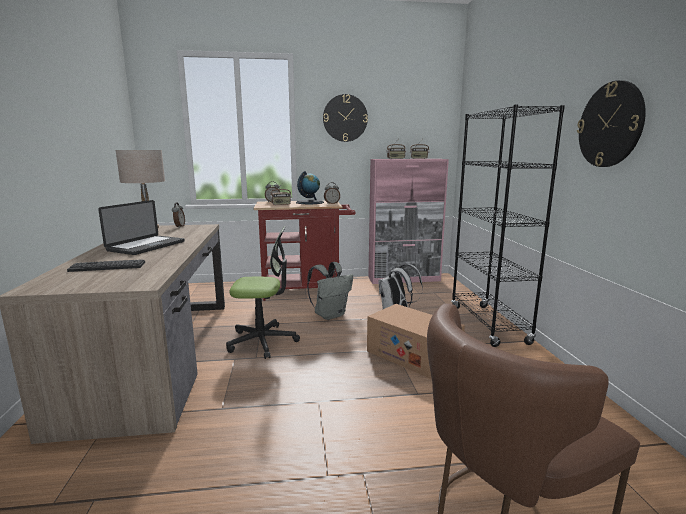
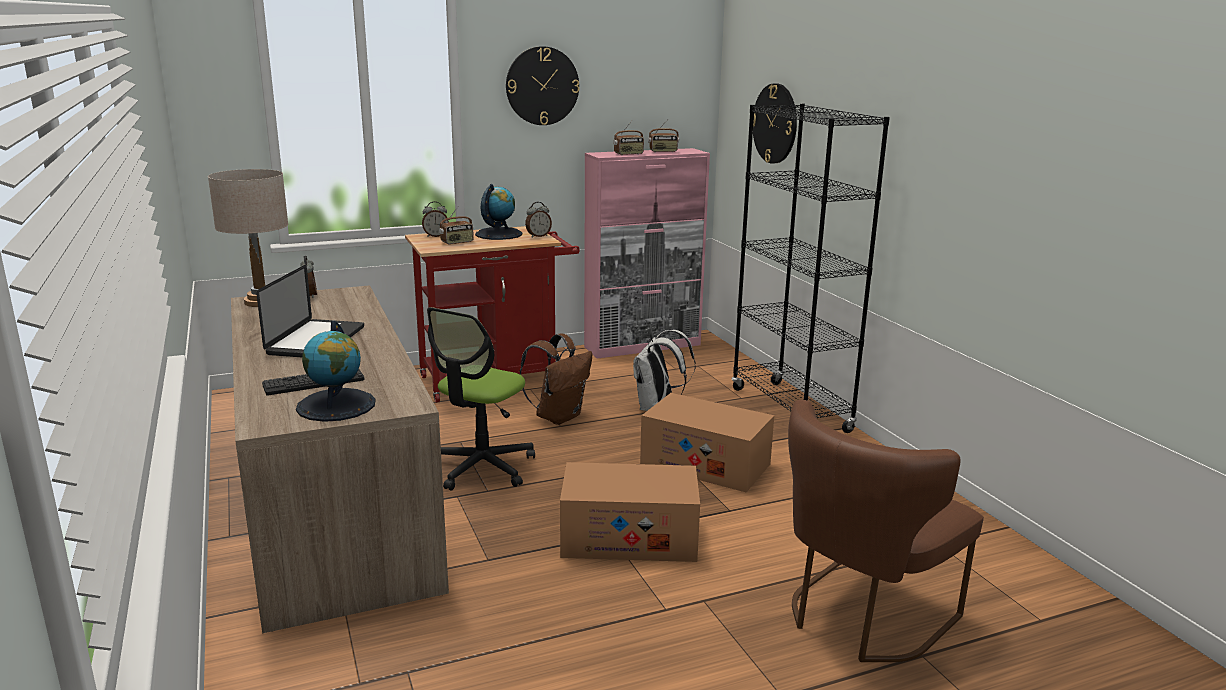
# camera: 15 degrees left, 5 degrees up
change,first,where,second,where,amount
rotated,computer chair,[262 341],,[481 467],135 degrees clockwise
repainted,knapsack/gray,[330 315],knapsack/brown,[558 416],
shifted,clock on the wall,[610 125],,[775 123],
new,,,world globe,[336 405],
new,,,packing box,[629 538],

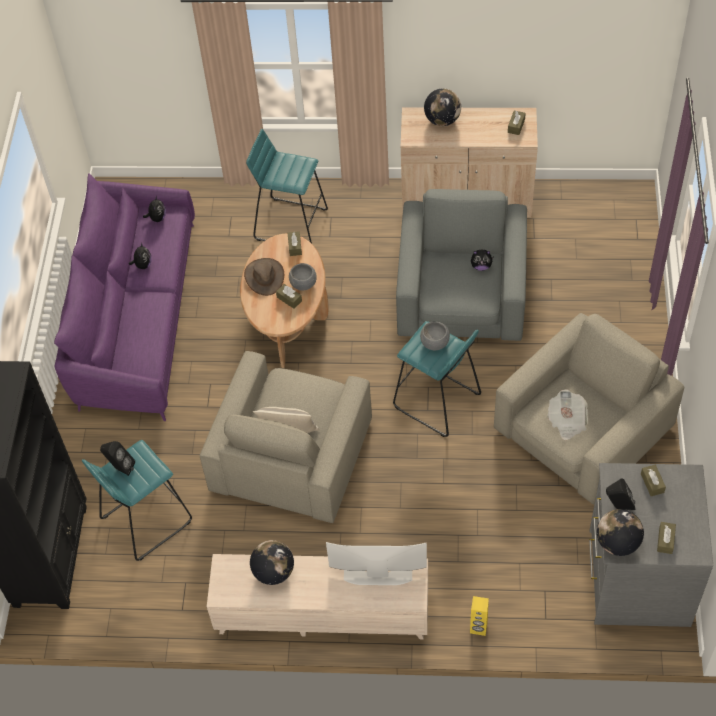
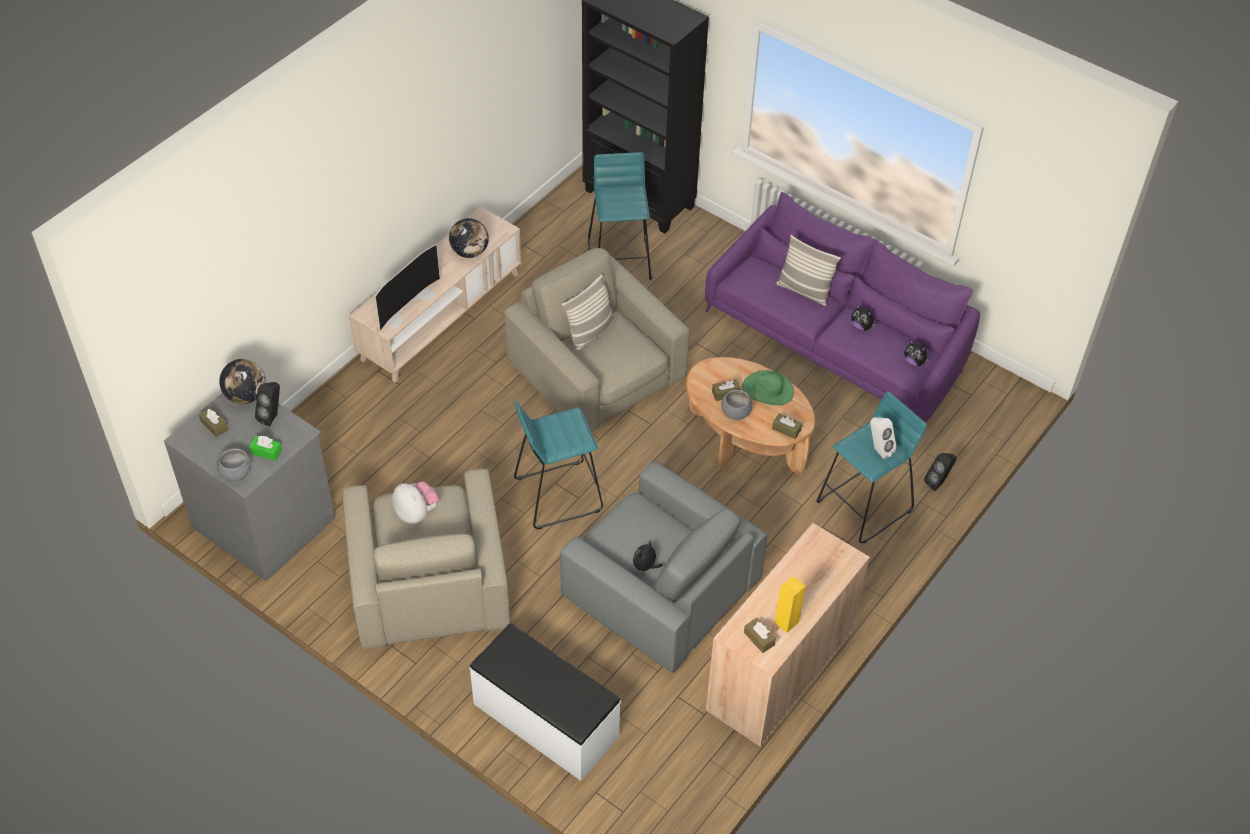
# camera: 120 degrees right, 5 degrees down
change,first,where,second,where,amount
shifted,audio speaker/blackish,[120 468],,[938 482],
repainted,clothing hat/brown,[264 277],clothing hat/greenish,[767 390],
shifted,deep dish/gray,[435 342],,[236 473],
gone,world globe,[442 120],,,
shifted,audio speaker/yellowish,[478 628],,[786 622],
swapped,newspaper,[567 421],cuddly toy,[416 513],
repainted,tissue holder/brown,[652 483],tissue holder/greenish,[266 452],
new,,,indoor bench/white,[545 721],
new,,,pillow,[804 291],
new,,,audio speaker/white,[878 450],

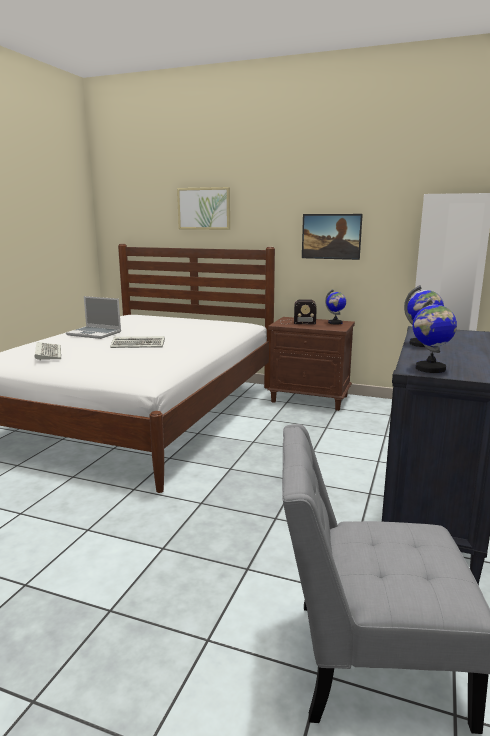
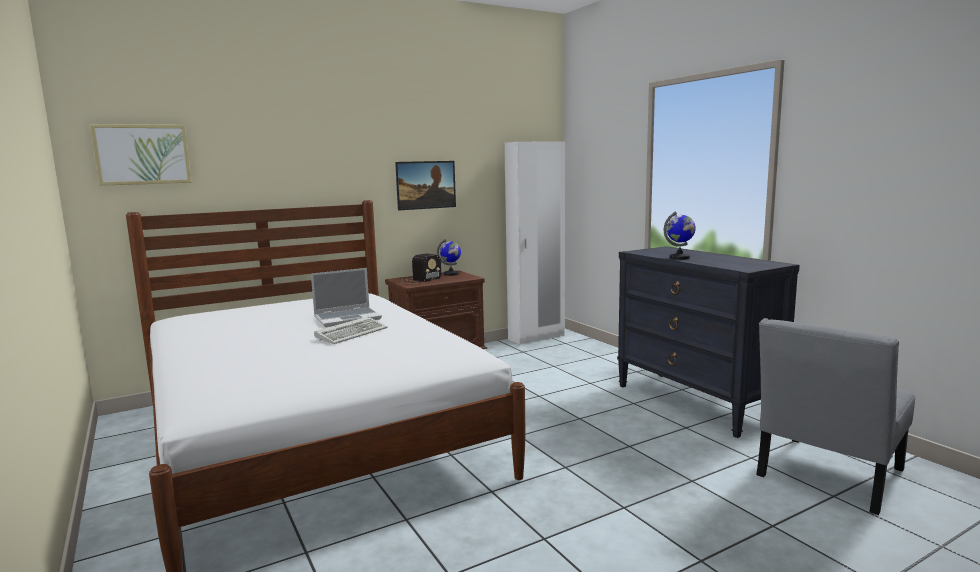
# camera: 50 degrees left, 5 degrees down
change,first,where,second,where,amount
gone,PC keyboard,[47 353],,,
shifted,notebook computer,[95 333],,[348 318],
shifted,wall art,[204 208],,[143 154],
gone,world globe,[430 369],,,

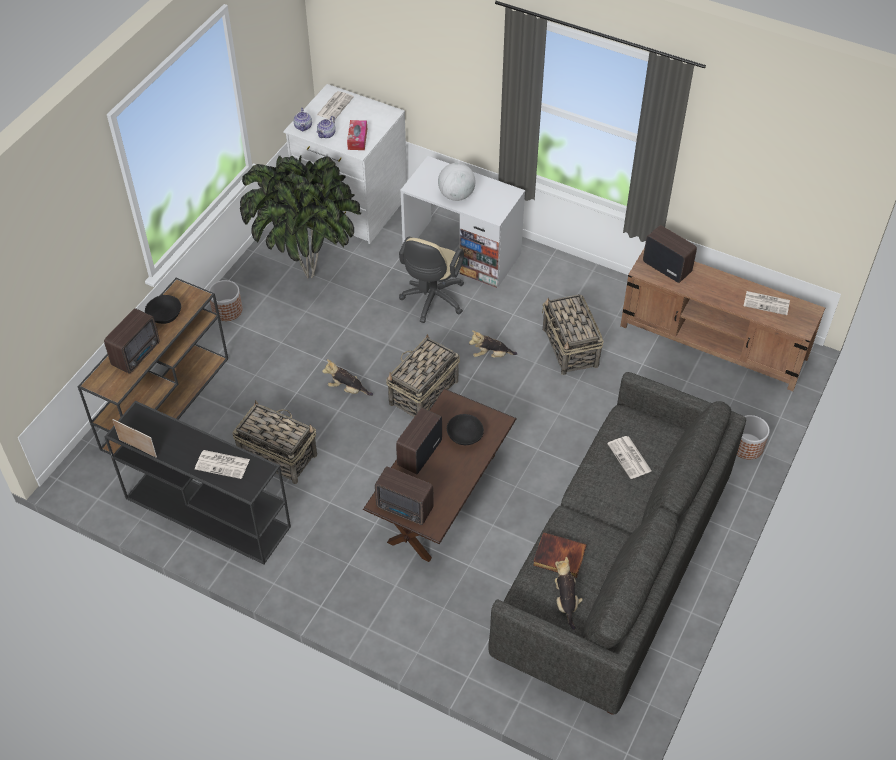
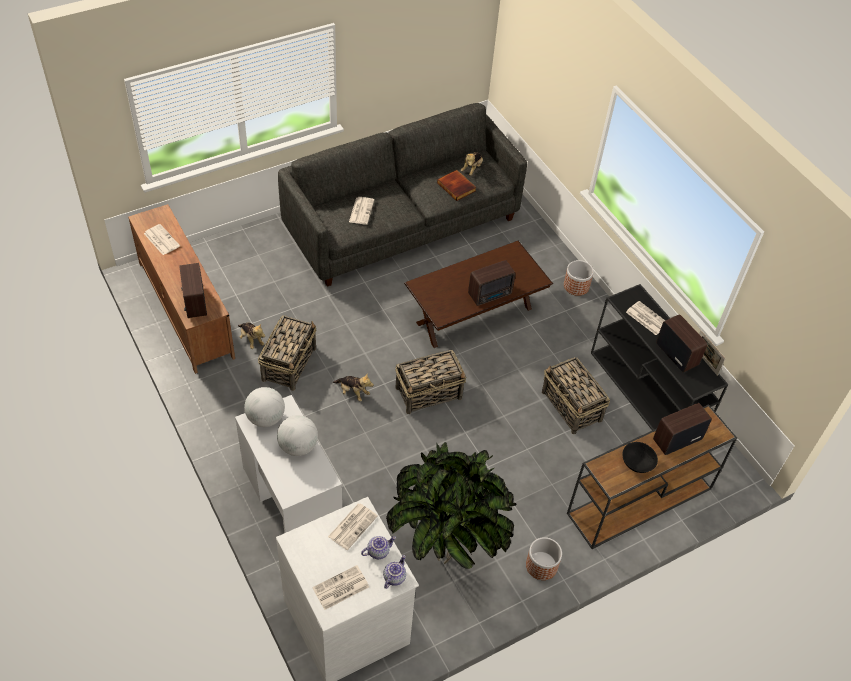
# camera: 150 degrees left, 0 degrees up
change,first,where,second,where,amount
shifted,cuddly toy,[347 389],,[251 339],
swapped,tissue holder,[357 139],newspaper,[353 526],
shifted,radio set,[405 509],,[676 354],
gone,computer chair/sand-coloured,[432 301],,,
gone,deep dish/blackish,[464 436],,,
shifted,planter,[746 446],,[576 286],
new,,,world globe,[266 418],

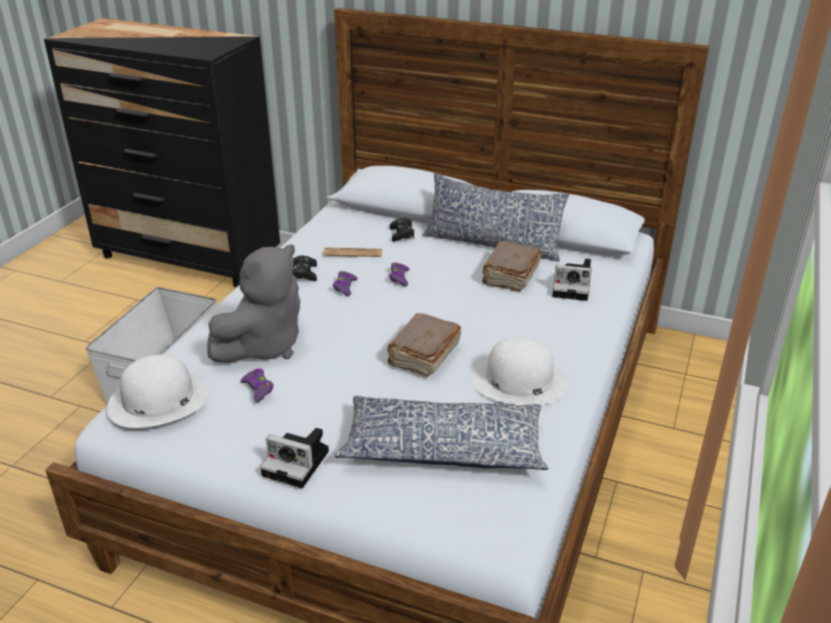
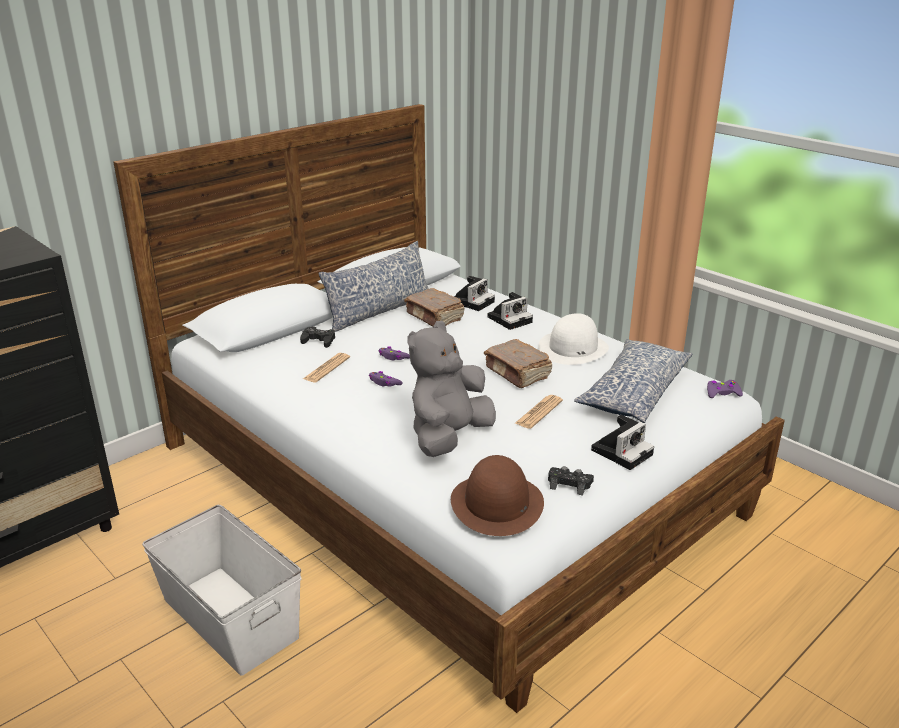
# camera: 65 degrees left, 5 degrees down
change,first,where,second,where,amount
repainted,clothing hat/white,[158 399],clothing hat/brown,[497 503],
rotated,cuddly toy/gray,[263 346],,[449 437],120 degrees counterclockwise
shifted,gamepad/purple,[258 388],,[722 393],
shifted,gamepad/blackish,[304 273],,[569 484],
new,,,still camera,[510 319],
new,,,newspaper,[539 412],

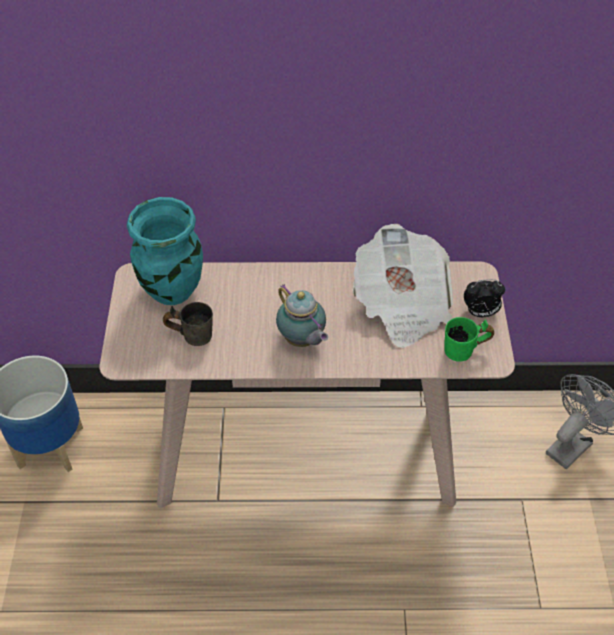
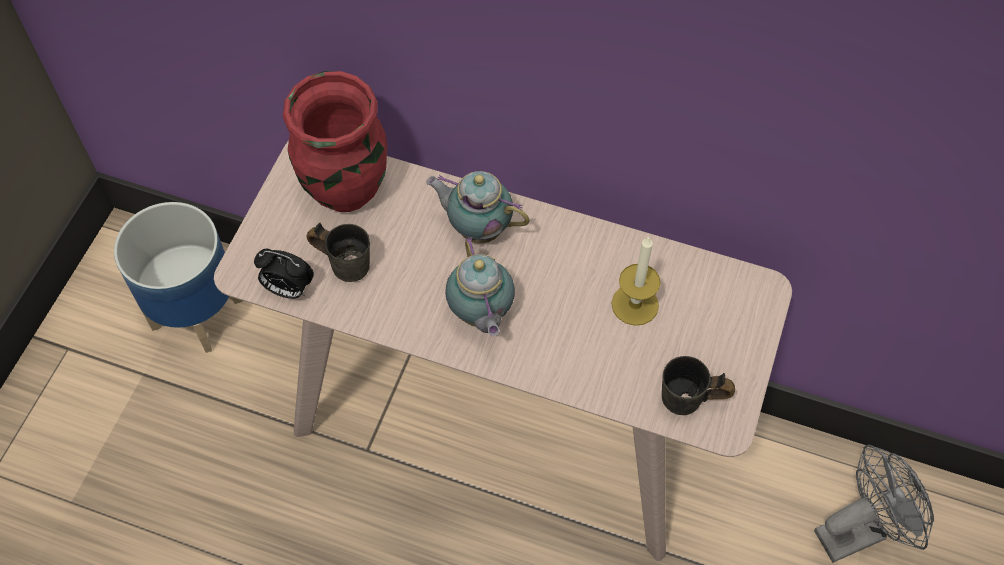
# camera: 20 degrees right, 10 degrees up
change,first,where,second,where,amount
repainted,decorative vase/blue-green,[171 291],decorative vase/red,[344 190],
swapped,newspaper,[401 305],wax candle,[635 304],
repainted,mug/greenish,[465 353],mug/gray,[690 404],
shifted,table clock,[480 313],,[288 289],
new,,,teapot,[477 228],

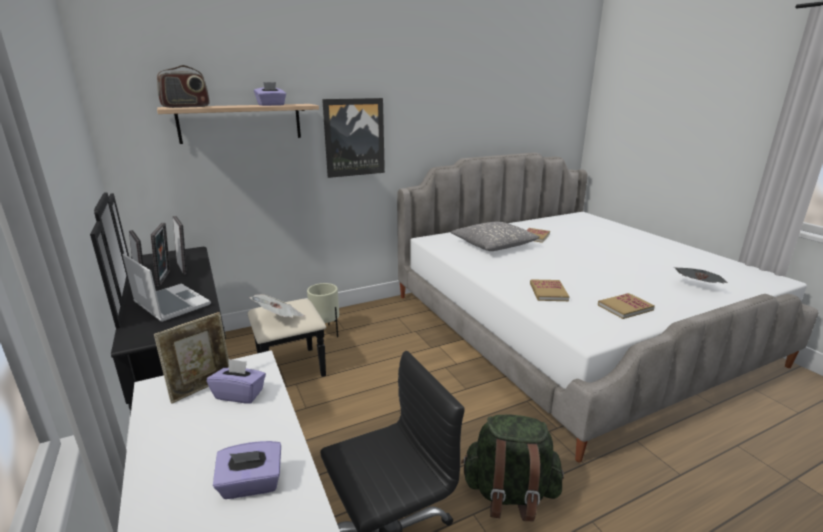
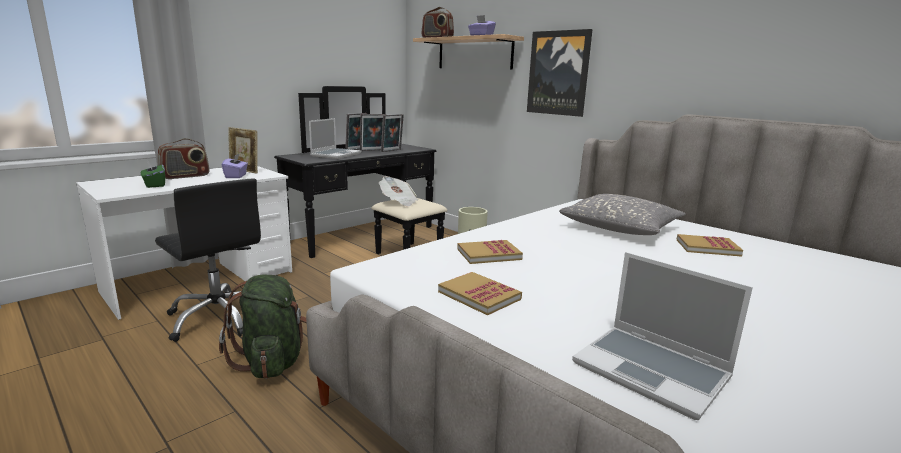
# camera: 70 degrees right, 5 degrees down
change,first,where,second,where,amount
repainted,tissue holder/purple,[251 485],tissue holder/greenish,[154 185],
swapped,newspaper,[697 287],notebook computer,[653 371],
new,,,radio set,[185 176],

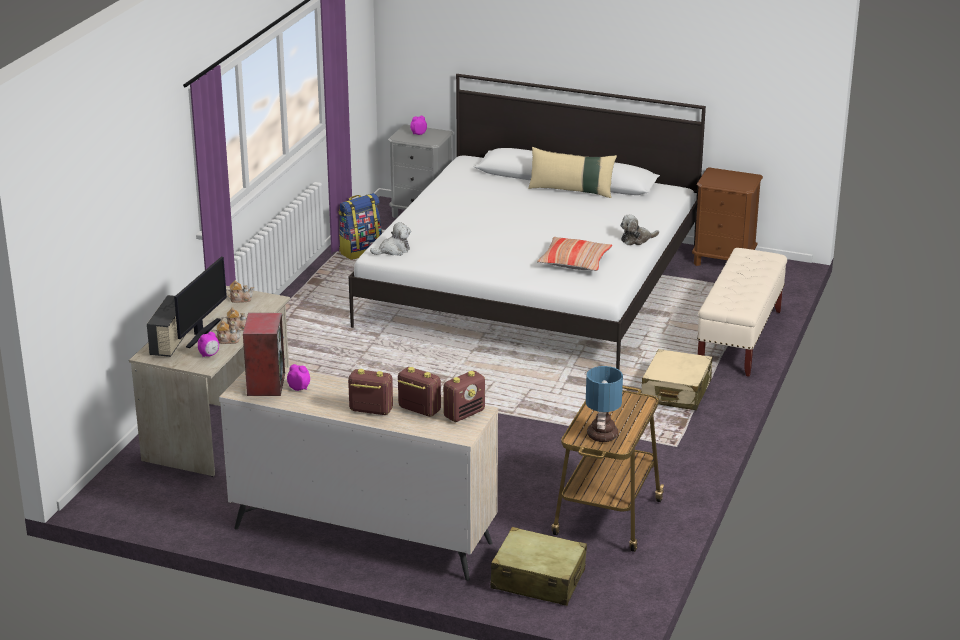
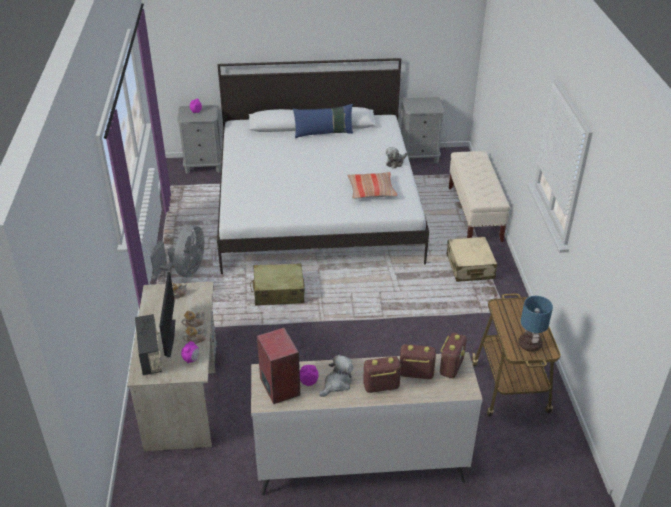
# camera: 25 degrees left, 10 degrees up
change,first,where,second,where,amount
gone,knapsack,[360 251],,,
shifted,cuddly toy,[393 250],,[337 383],
shifted,suitcase/sand-coloured,[538 579],,[278 292],
repainted,pillow/sand-coloured,[571 190],pillow/blue-coloured,[323 133],
repainted,nightstand/brown,[724 261],nightstand/gray,[419 157],
new,,,electric fan/gray,[185 271],

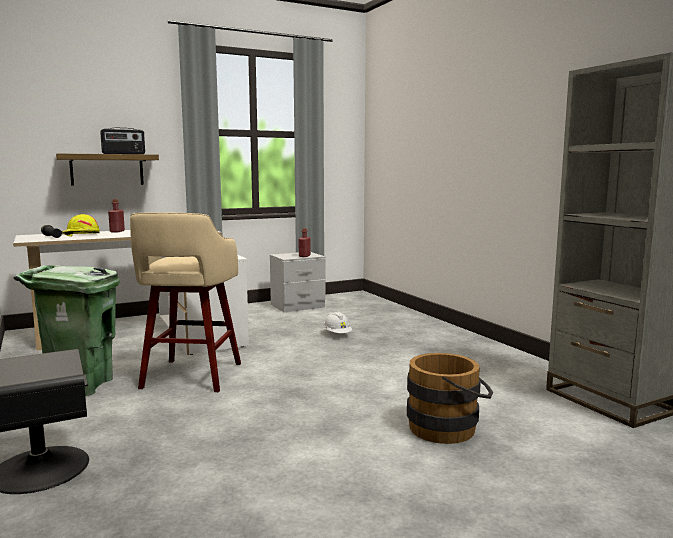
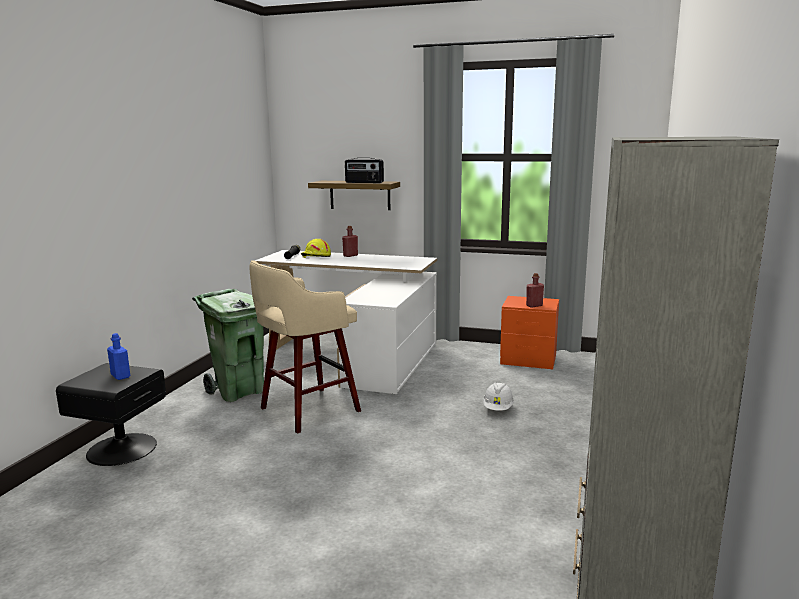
# camera: 45 degrees right, 5 degrees up
change,first,where,second,where,amount
repainted,nightstand/gray,[297 306],nightstand/orange,[528 360],
gone,pail/brown,[448 428],,,
new,,,bottle/blue-coloured,[120 376],

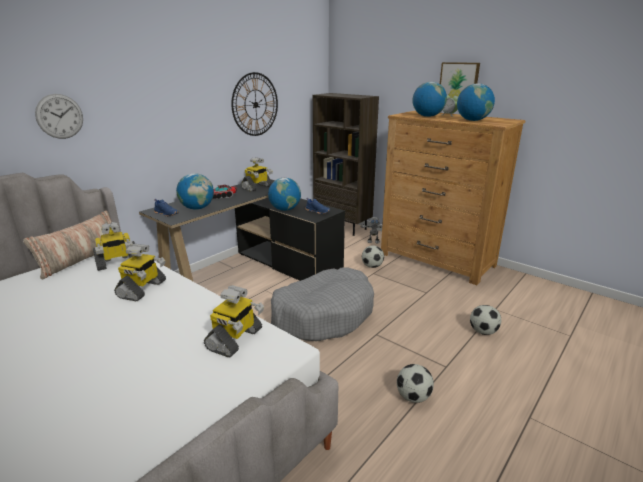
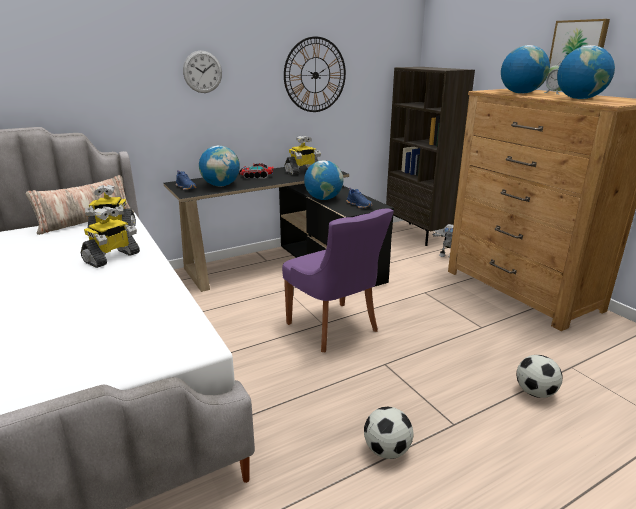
# camera: 20 degrees right, 0 degrees up
change,first,where,second,where,amount
shifted,clock on the wall,[60 116],,[202 72],
gone,toy robot,[235 339],,,
swapped,dog cushion/gray,[323 314],upright chair/purple,[334 328],
gone,football,[372 266],,,

